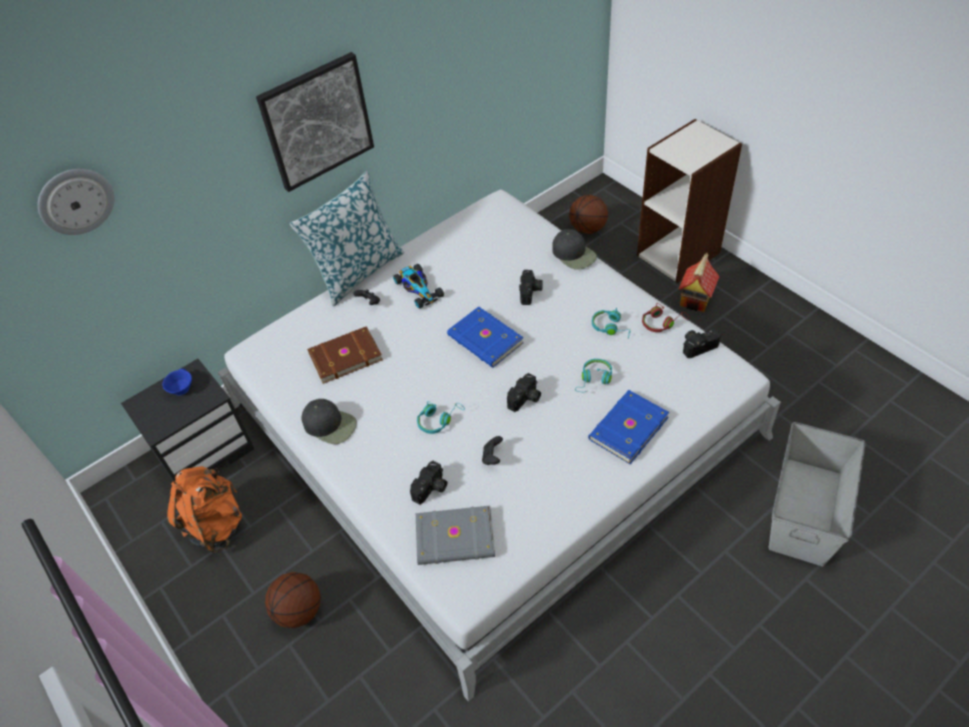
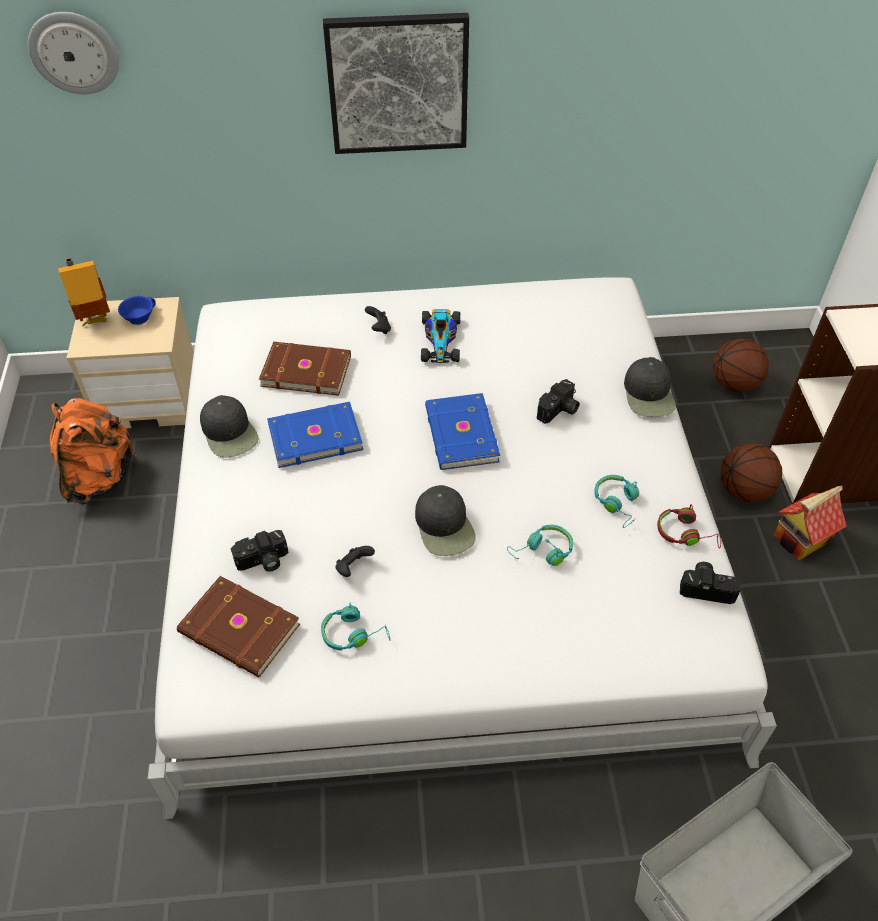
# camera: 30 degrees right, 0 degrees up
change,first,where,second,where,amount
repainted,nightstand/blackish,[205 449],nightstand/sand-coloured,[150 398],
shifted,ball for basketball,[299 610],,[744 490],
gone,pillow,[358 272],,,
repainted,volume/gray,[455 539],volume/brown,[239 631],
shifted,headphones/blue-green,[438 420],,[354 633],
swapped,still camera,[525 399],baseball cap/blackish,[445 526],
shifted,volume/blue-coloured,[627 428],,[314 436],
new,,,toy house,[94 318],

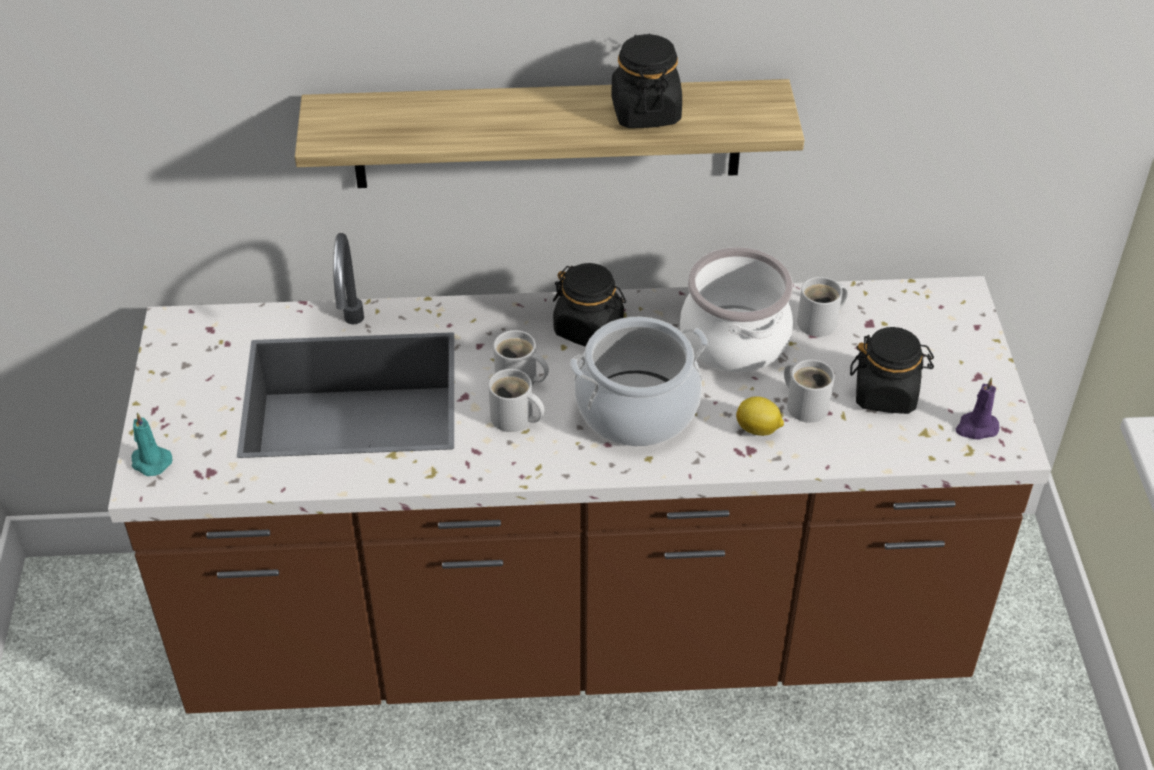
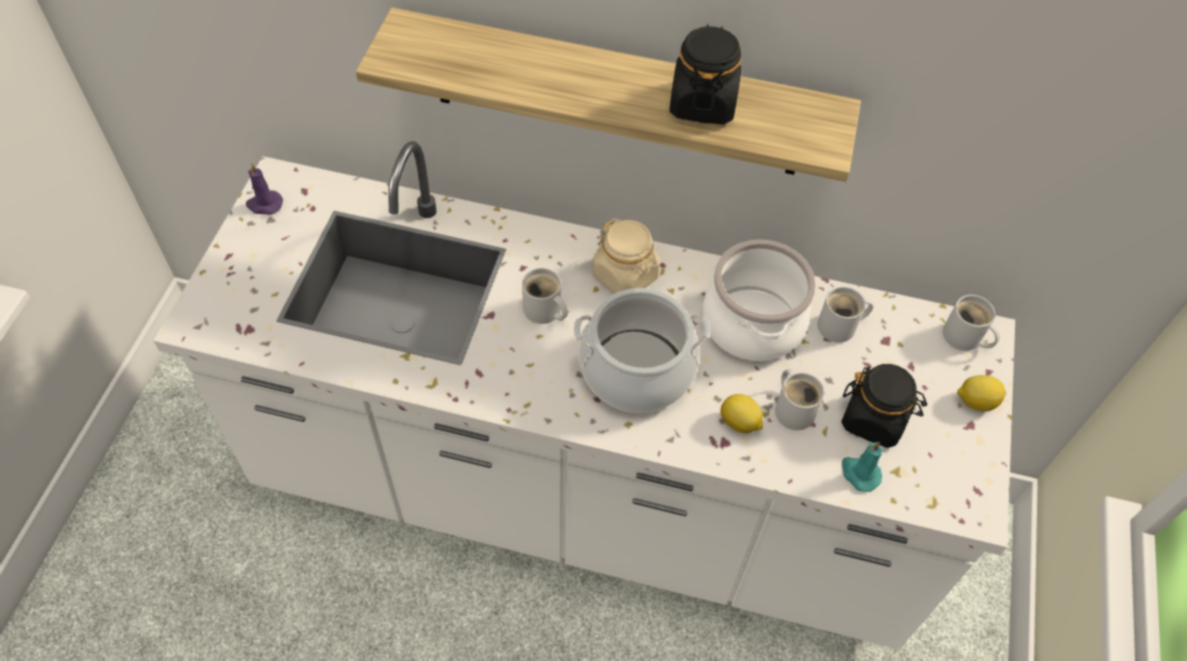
# camera: 15 degrees right, 10 degrees up
change,first,where,second,where,amount
repainted,counter/brown,[577 634],counter/white,[584 500],
shifted,wax candle/blue-green,[150 461],,[859 473],
shifted,mug/white,[514 419],,[964 338],
repainted,storage jar/blackish,[589 329],storage jar/sand-coloured,[625 277],
shifted,wax candle/purple,[976 428],,[264 204],
new,,,citrus fruit,[975 401],

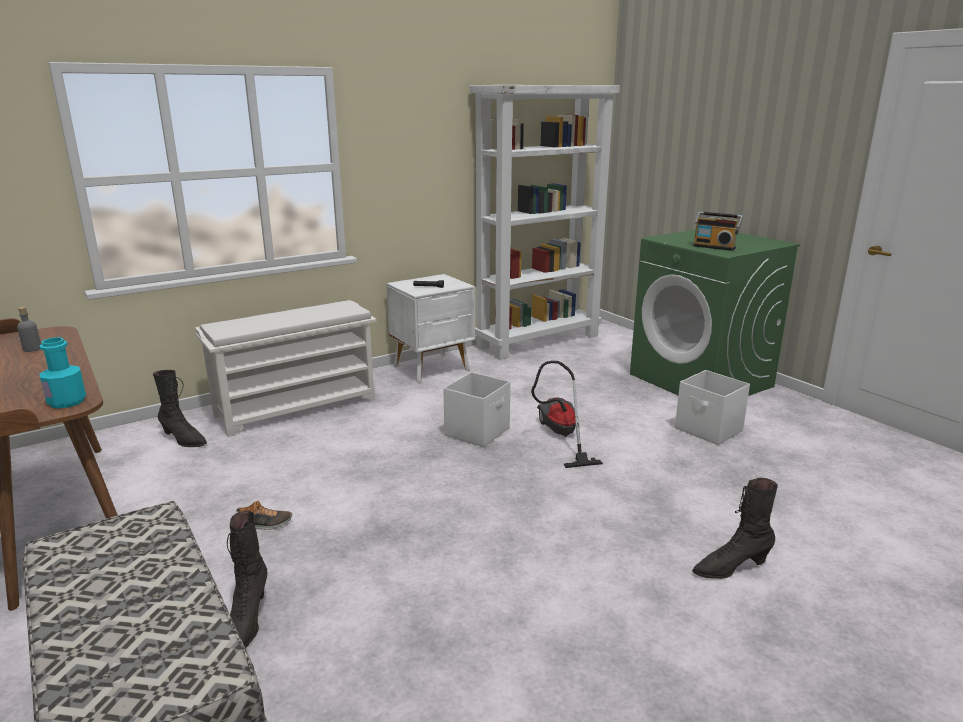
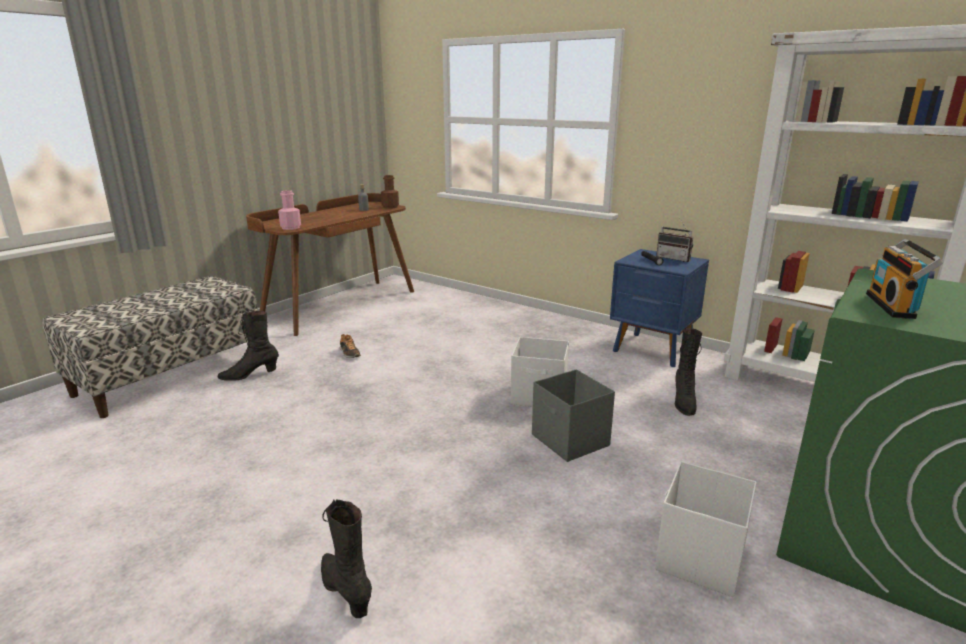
# camera: 70 degrees right, 0 degrees up
change,first,where,second,where,amount
repainted,bottle/blue-green,[67 402],bottle/pinkish,[290 227],
shifted,tall boot/blackish,[183 439],,[684 402],
gone,shoe rack/white,[297 407],,,
repainted,nightstand/white,[433 368],nightstand/blue-coloured,[653 350],
swapped,hoover,[560 436],storage box/gray,[570 441],
new,,,bottle/brown,[390 207],
new,,,radio set,[675 258],

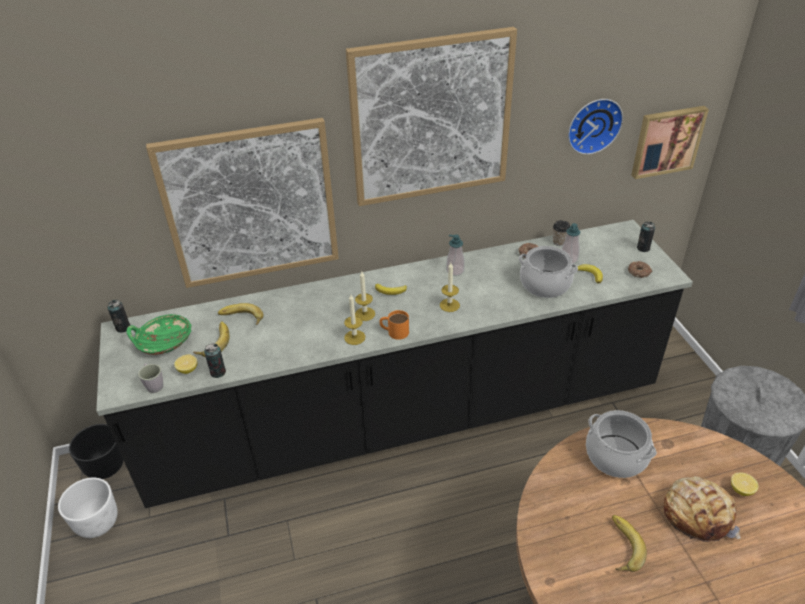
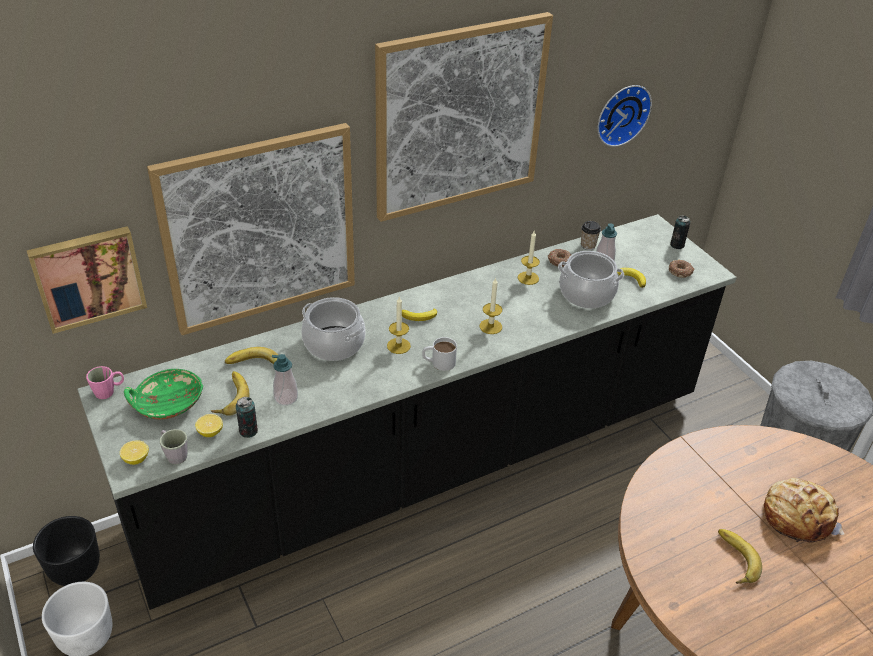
# camera: 15 degrees left, 0 degrees up
change,first,where,second,where,amount
swapped,can,[123 328],mug/pinkish,[109 391],
shifted,wax candle,[354 337],,[528 278],
repainted,mug/orange,[394 331],mug/white,[438 362],
shifted,liquid soap bottle,[455 270],,[286 398],
shifted,stockpot,[616 456],,[334 343],
shifted,wall art,[666 141],,[88 277],
shifted,citrus fruit,[741 490],,[136 459],

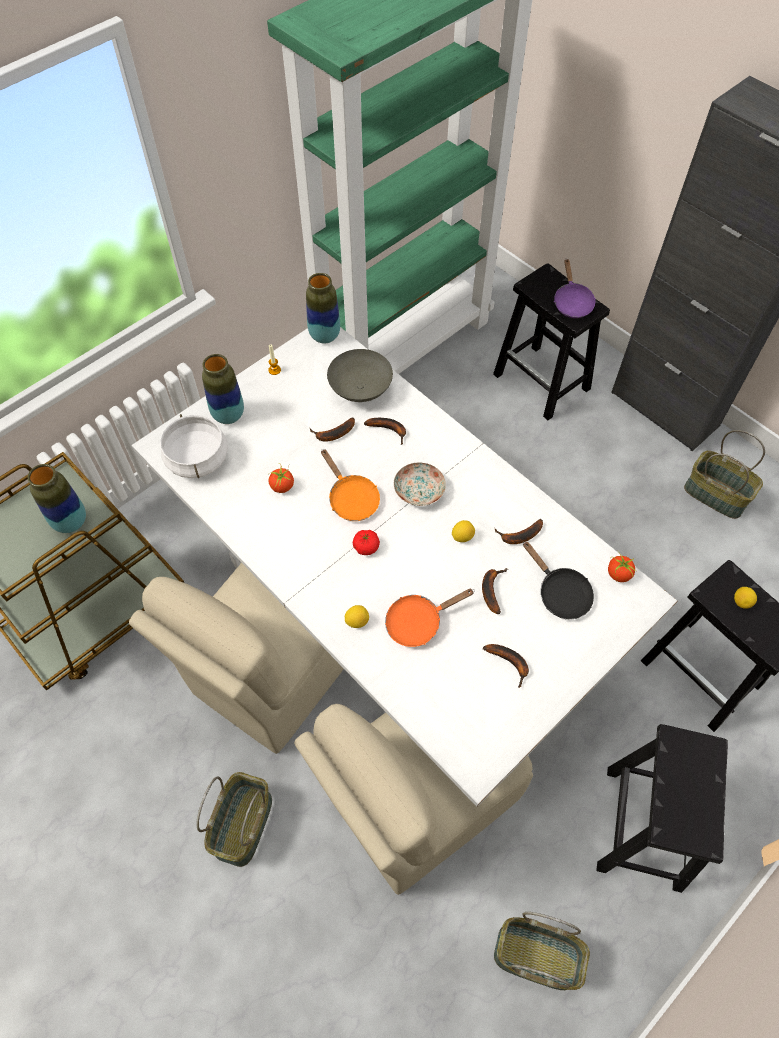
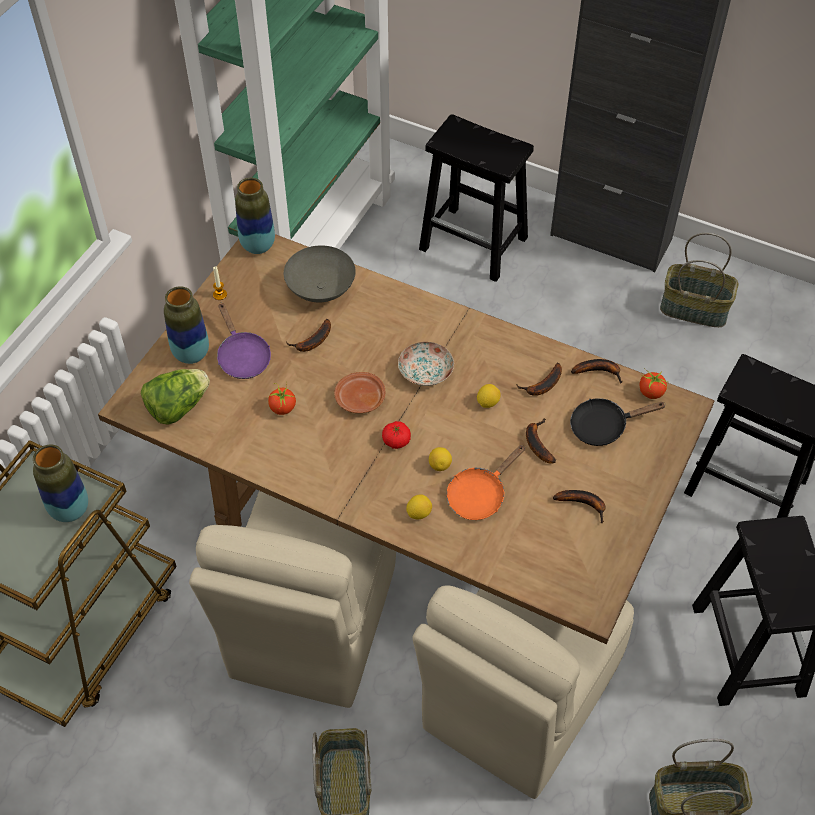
# camera: 20 degrees left, 5 degrees down
change,first,where,second,where,amount
repainted,dinner table/white,[387 605],dinner table/brown,[405 520],
swapped,stockpot/white,[197 459],lettuce,[178 407],
swapped,skillet/orange,[351 498],dinner plate/brown,[360 399],
shifted,whole banana,[389 430],,[599 371],
rotated,skillet/blackish,[560 593],,[603 426],135 degrees clockwise
shifted,skillet/purple,[572 302],,[242 356],
shifted,citrus fruit,[741 602],,[440 465],

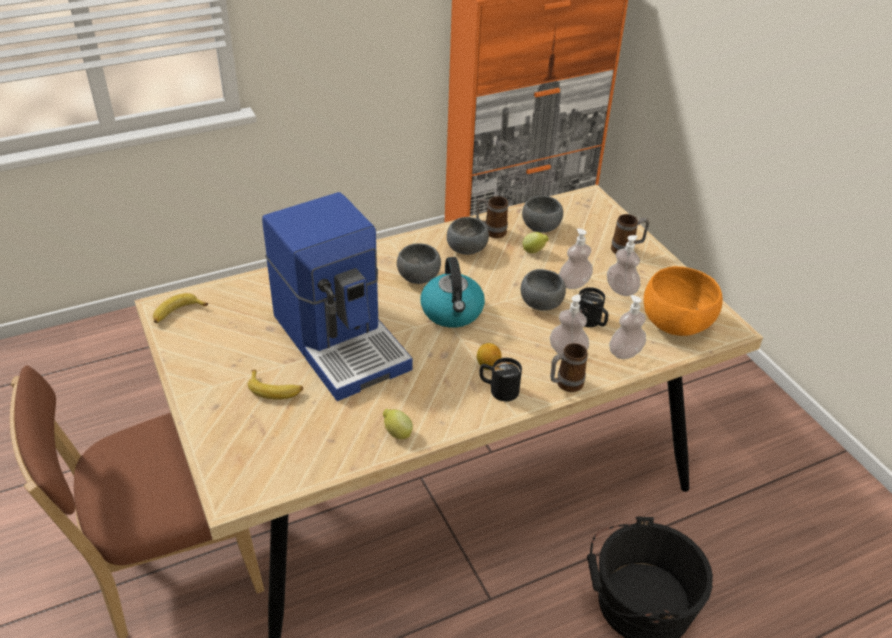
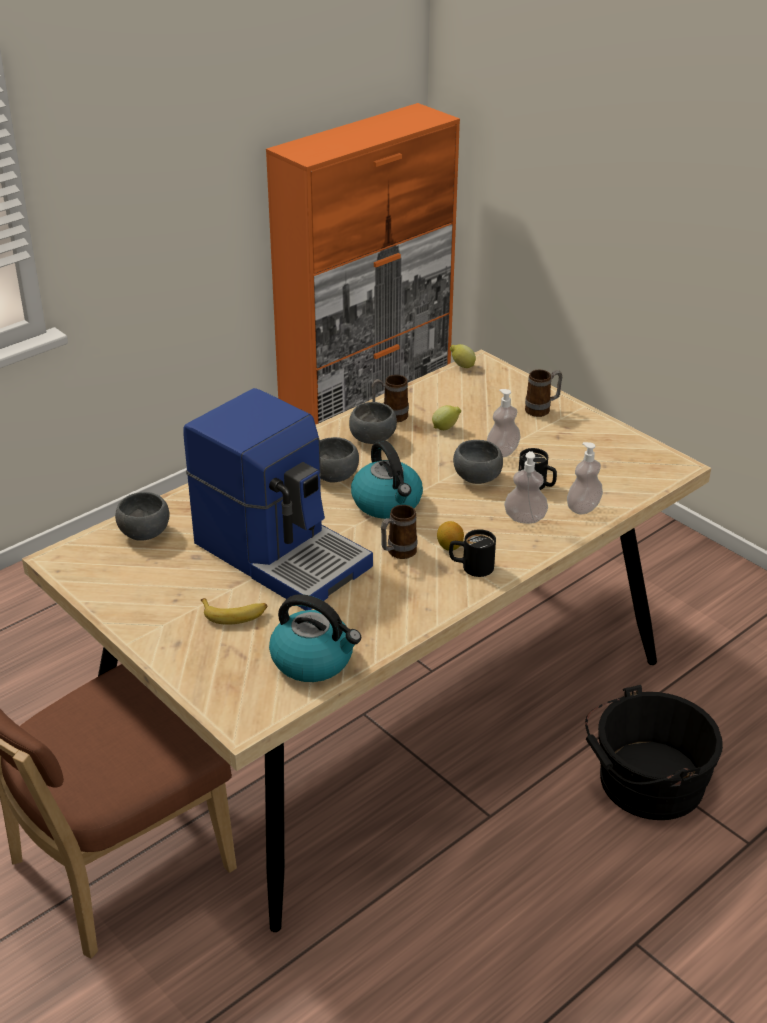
# camera: 15 degrees left, 5 degrees down
change,first,where,second,where,amount
gone,whole banana,[177 313],,,
shifted,citrus fruit,[397 433],,[462 366],
shifted,deep dish/gray,[541 226],,[144 532],
shifted,mug,[564 385],,[397 553],
gone,liquid soap bottle,[621 290],,,
gone,deep dish/orange,[676 323],,,
new,,,kettle,[314 660],

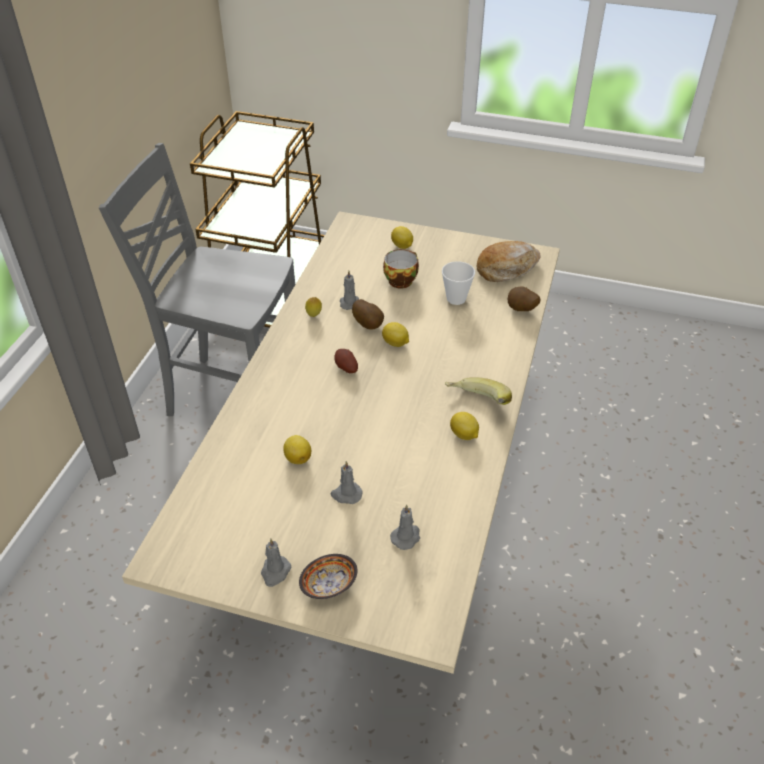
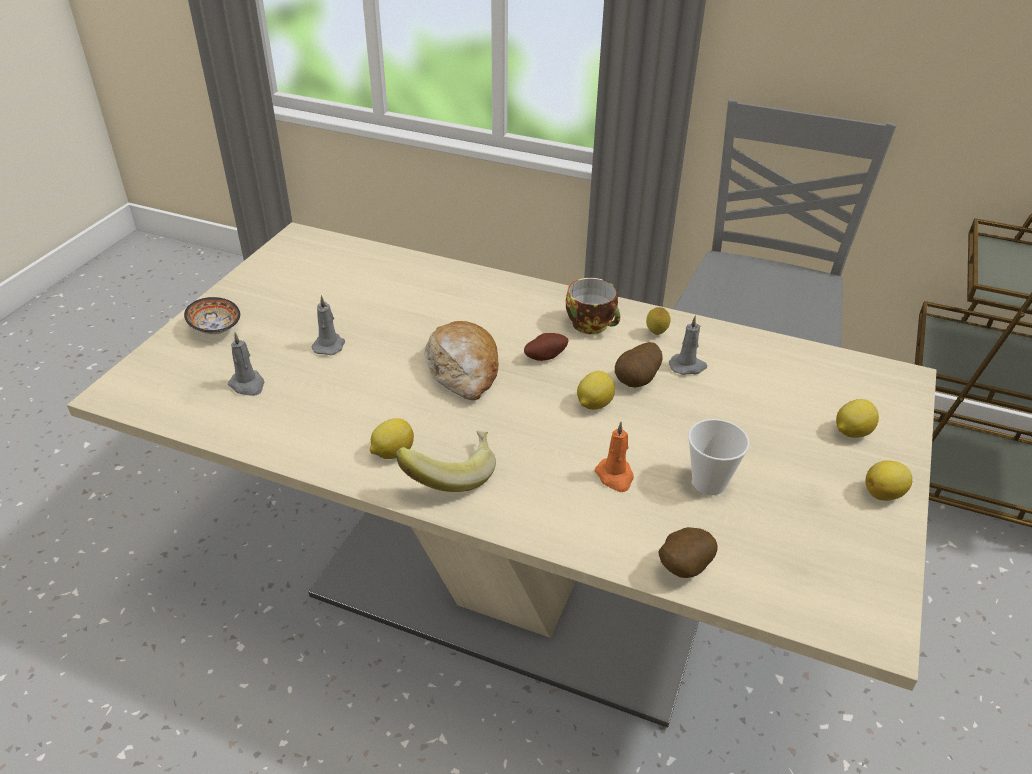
# camera: 95 degrees right, 5 degrees down
change,first,where,second,where,amount
gone,wax candle/gray,[275 572],,,
shifted,citrus fruit,[298 457],,[884 494],
shifted,small cup,[401 280],,[593 325],
shifted,bakery bread,[506 268],,[464 371],
new,,,wax candle/orange,[615 477],

